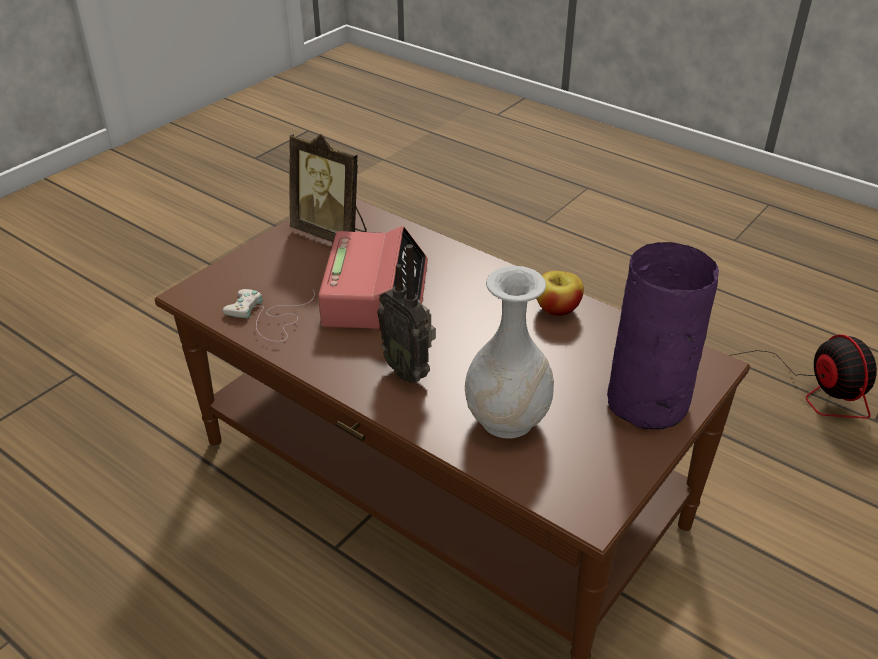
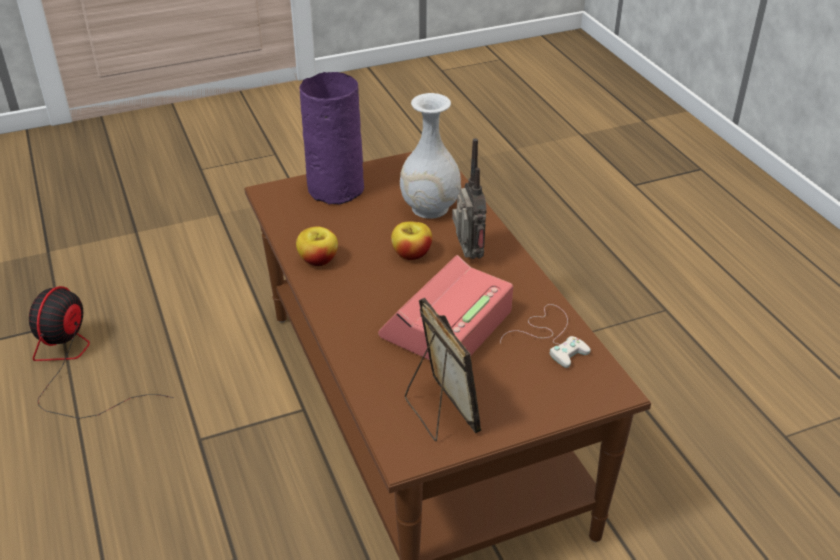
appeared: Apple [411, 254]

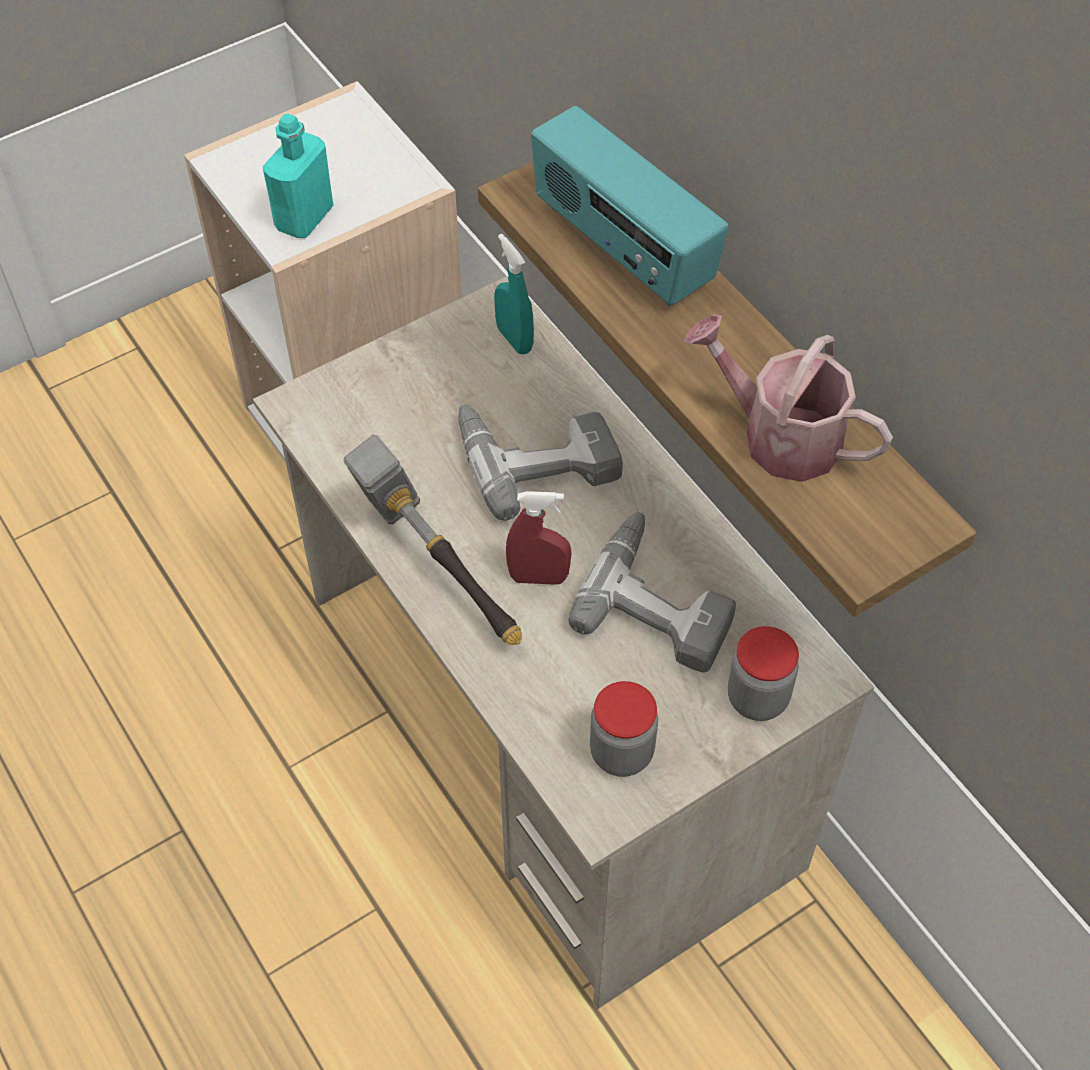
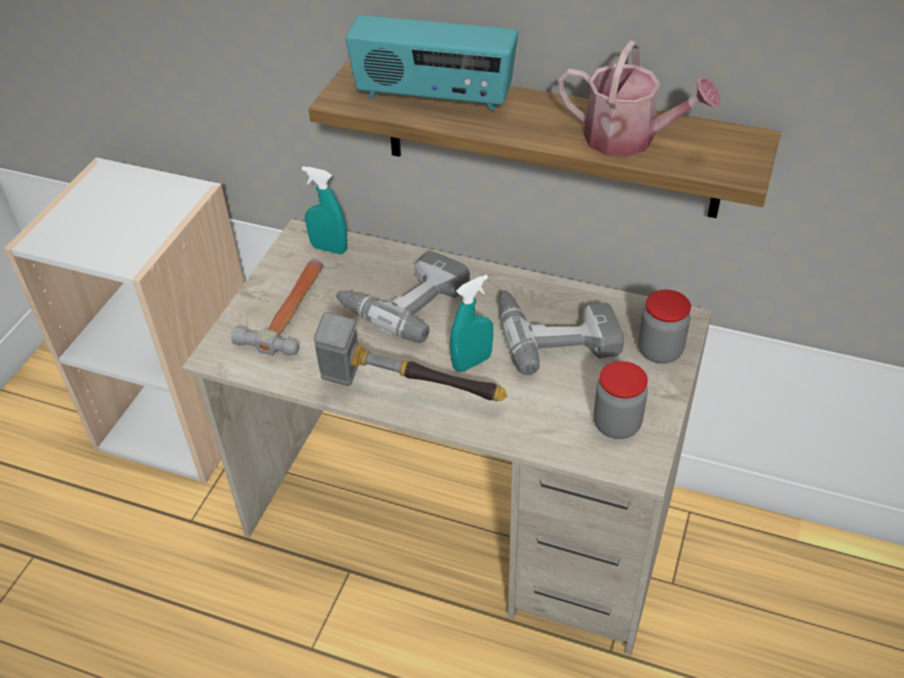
missing: TurquoiseBottle [304, 218]
appeared: Hammer [291, 310]
colour: RedSprayBottle [538, 577] to TurquoiseSprayBottle [472, 362]
spun: WateringCan [779, 436] = [629, 139] 150 degrees counterclockwise

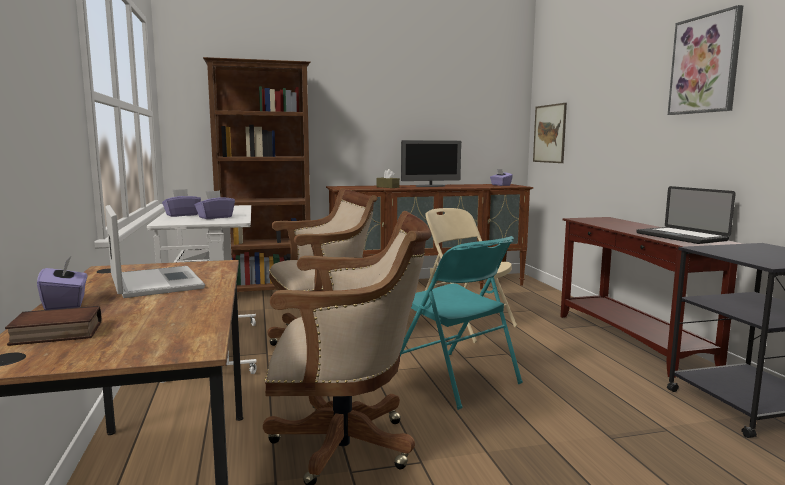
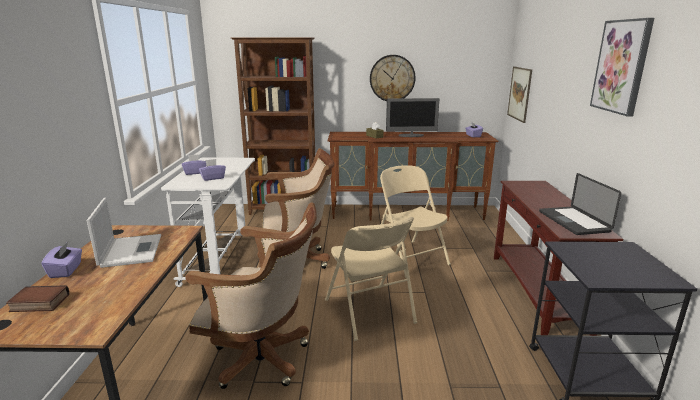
appeared: WallClock [392, 78]
colour: TurquoiseChair [453, 378] to BeigeChair [368, 311]

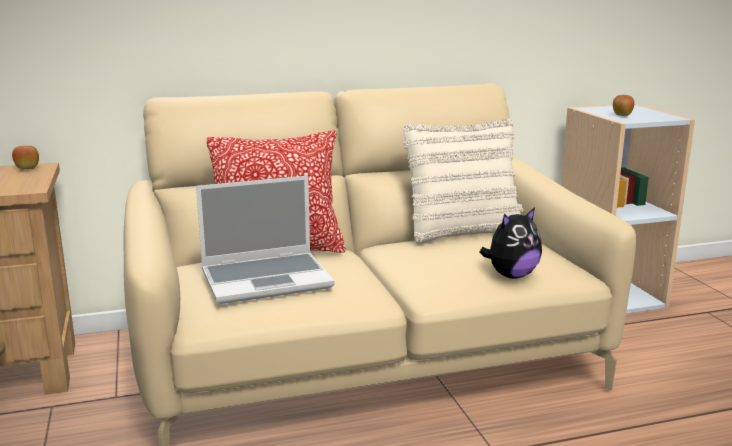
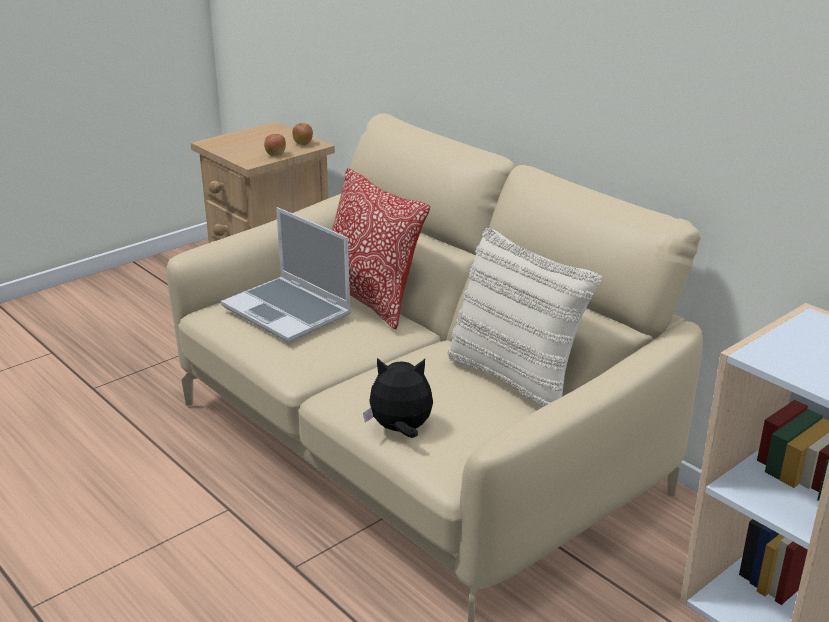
relocated: Apple [622, 115] to [275, 155]
spun: PlushToy [511, 275] = [401, 430] 150 degrees clockwise

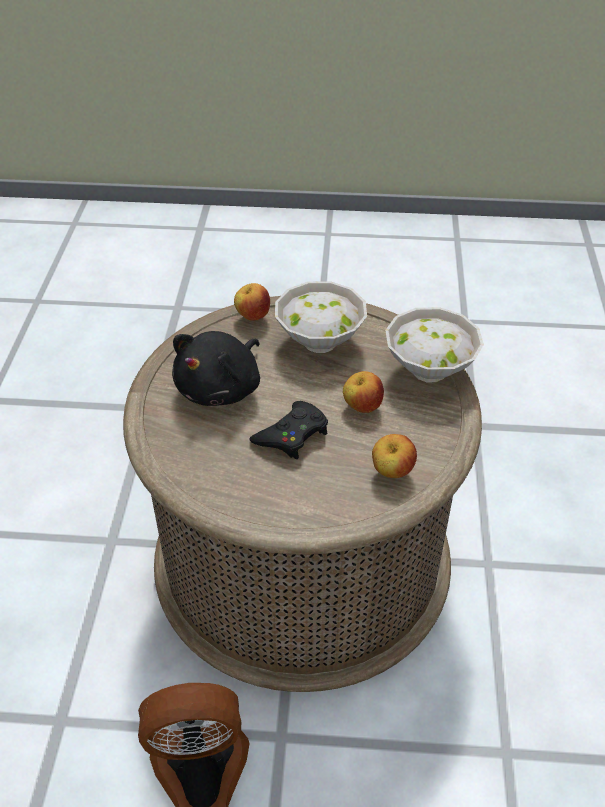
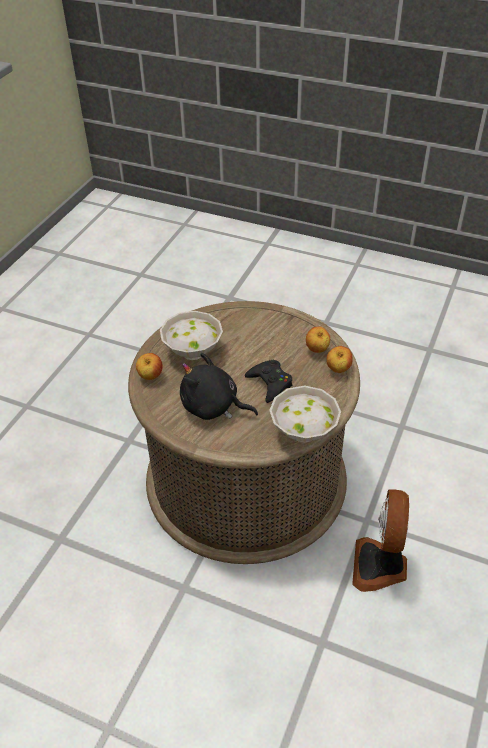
relocated: Apple [362, 407] to [338, 370]; WhiteBowl [429, 369] to [302, 432]
spun: BlackPlushToy [221, 388] = [213, 407] 150 degrees clockwise

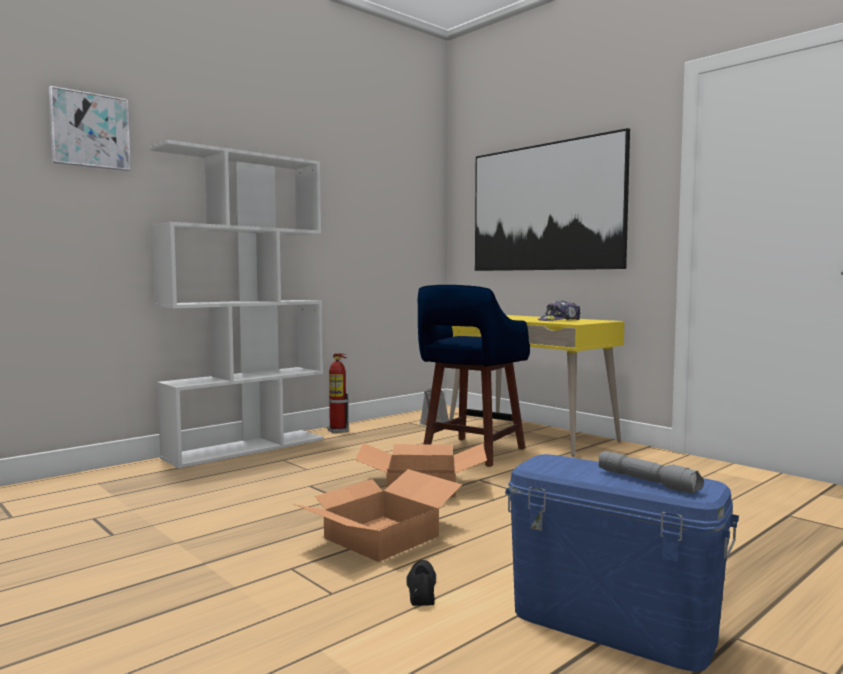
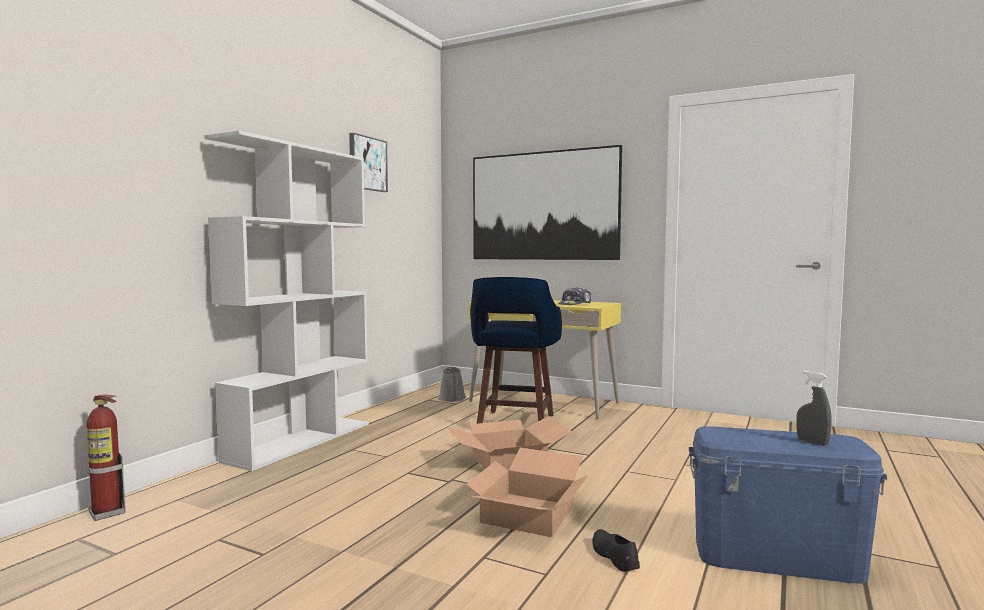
relocated: Picture [89, 130] to [367, 163]; FireExtinguisher [338, 431] to [107, 513]
exchanged: GreyFlashlight [648, 482] to GreySprayBottle [812, 442]

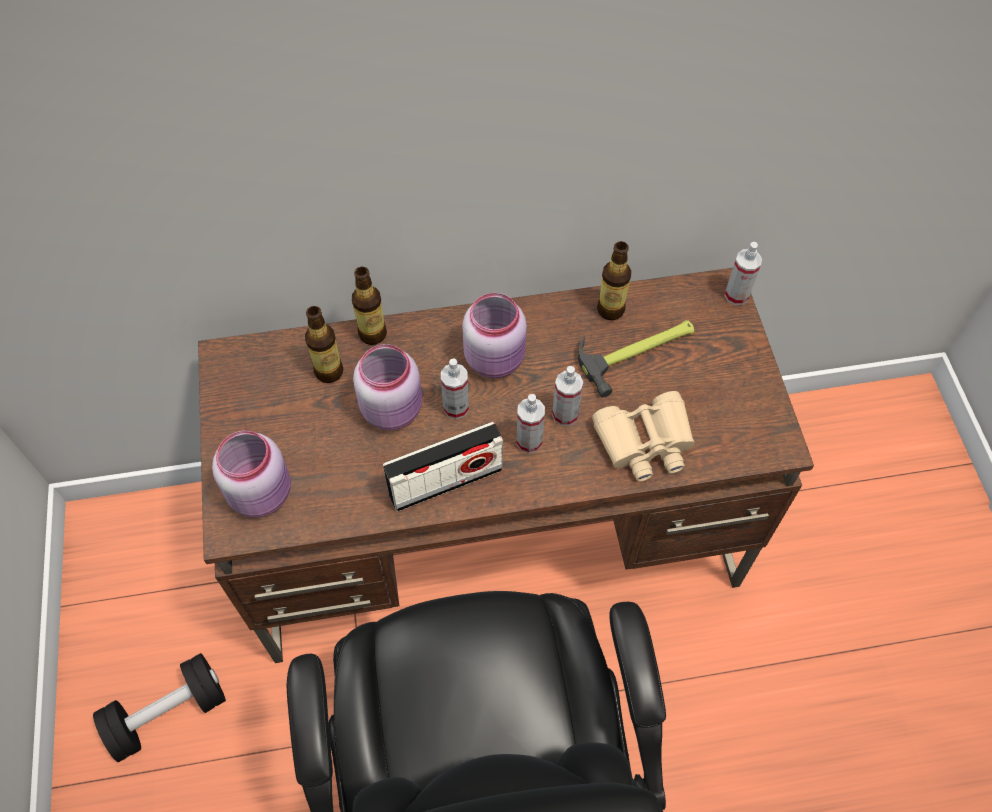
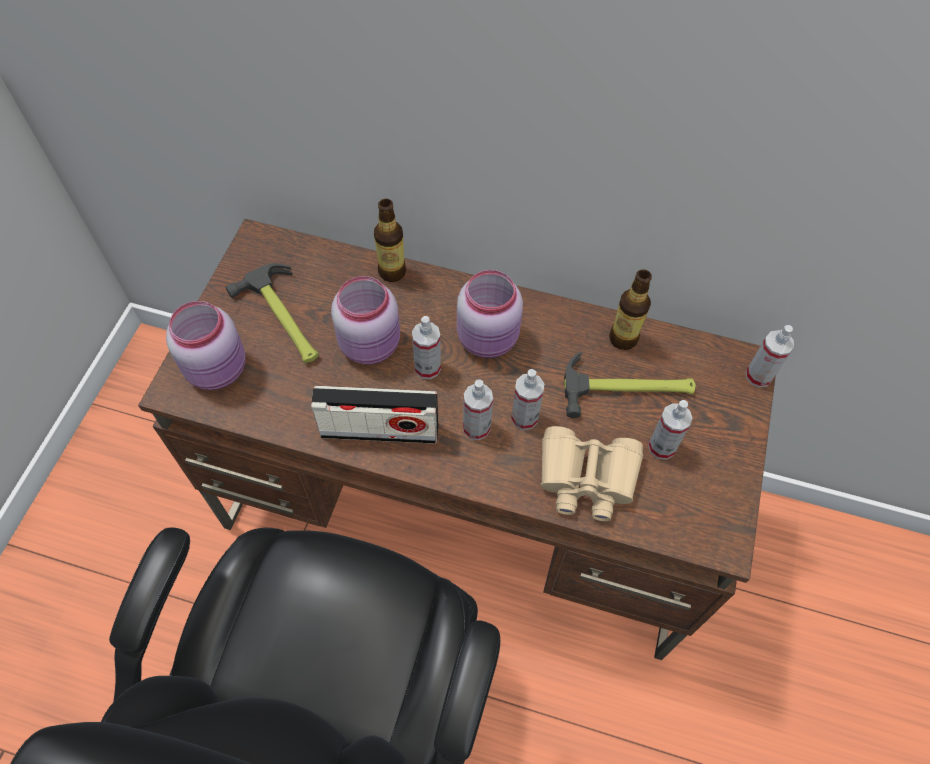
missing: BlackDumbbell [168, 713]; Bottle [329, 371]
appeared: Hammer [283, 319]; SprayBottle [662, 447]

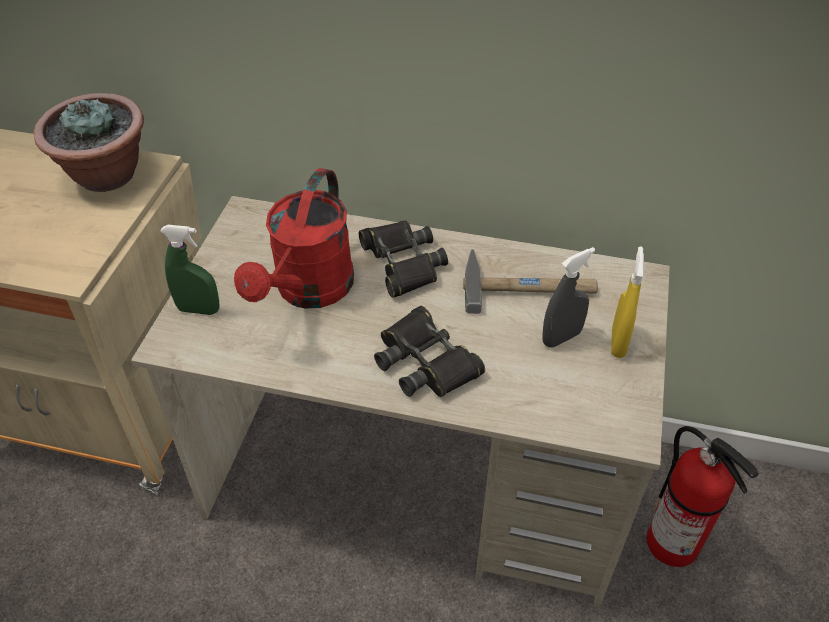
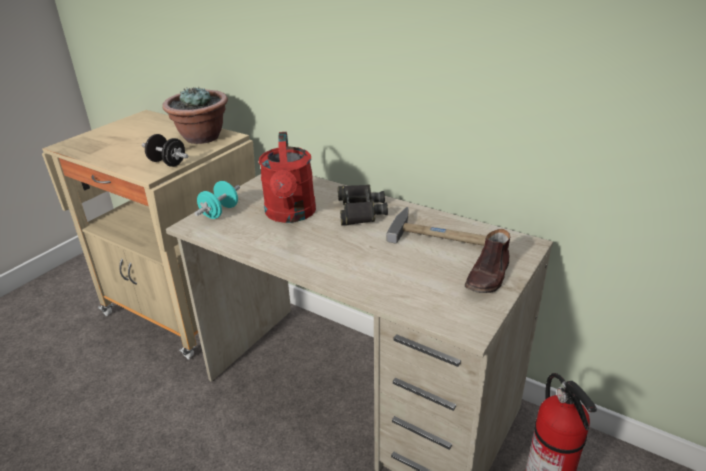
missing: BlackBinoculars [425, 362]; GreySprayBottle [561, 337]
appeared: BlackDumbbell [167, 163]
exchanged: GreenSprayBottle [198, 309] to TurquoiseDumbbell [219, 212]; YellowSprayBottle [618, 343] to BrownShoe [488, 276]
spun: RedWateringCan [308, 291] = [291, 215] 45 degrees counterclockwise

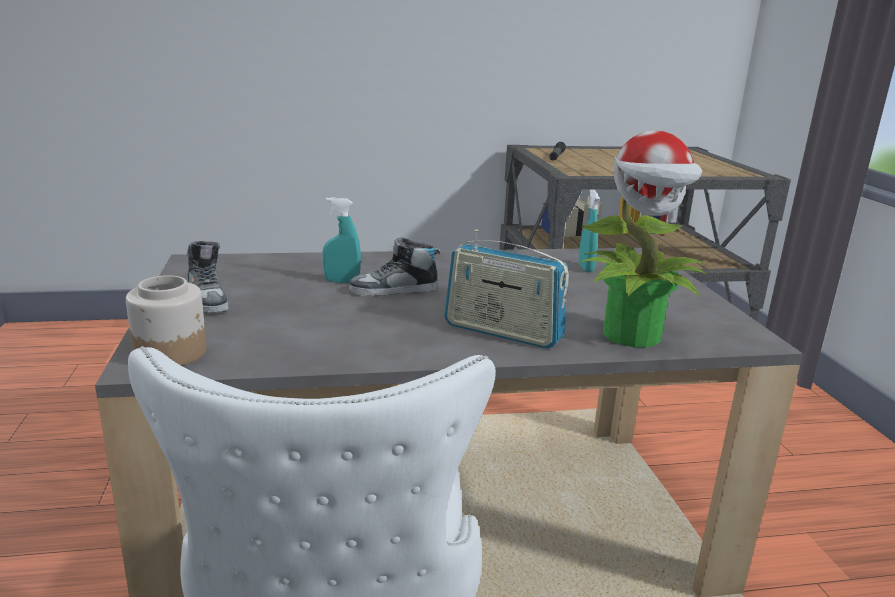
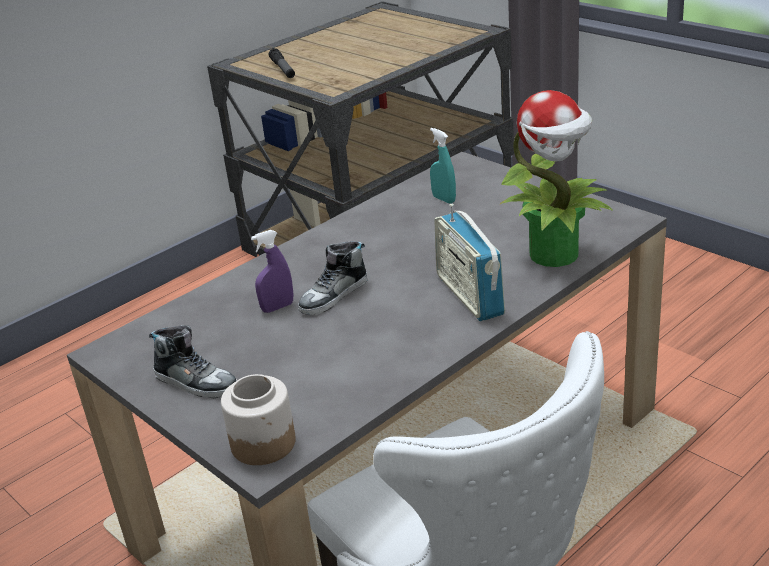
colour: TurquoiseSprayBottle [341, 281] to PurpleSprayBottle [277, 307]
spun: Radio [502, 332] = [469, 295] 75 degrees clockwise

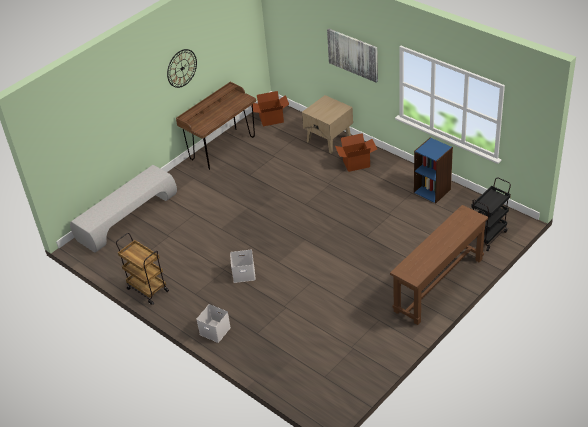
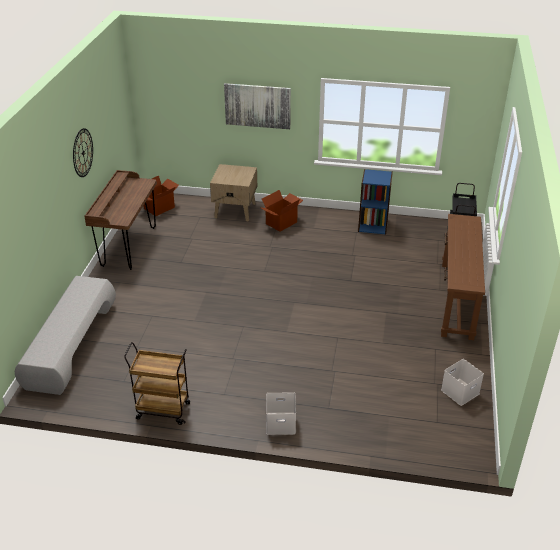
relocated: WhiteStorageBox [243, 274] to [460, 392]

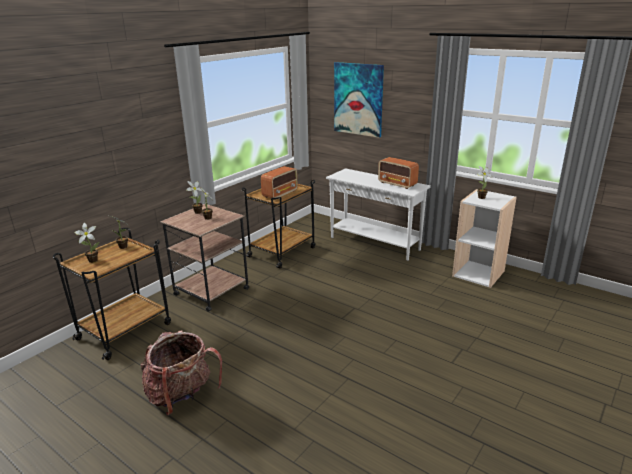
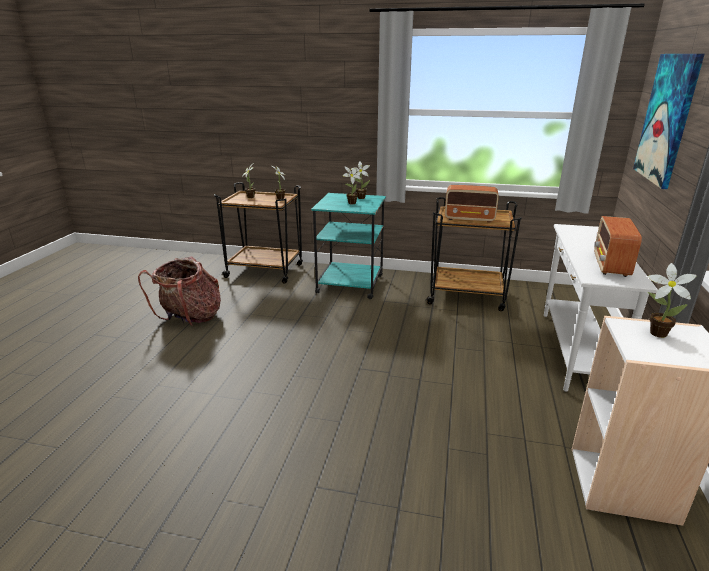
colour: BrownCart [212, 291] to TurquoiseCart [351, 284]

